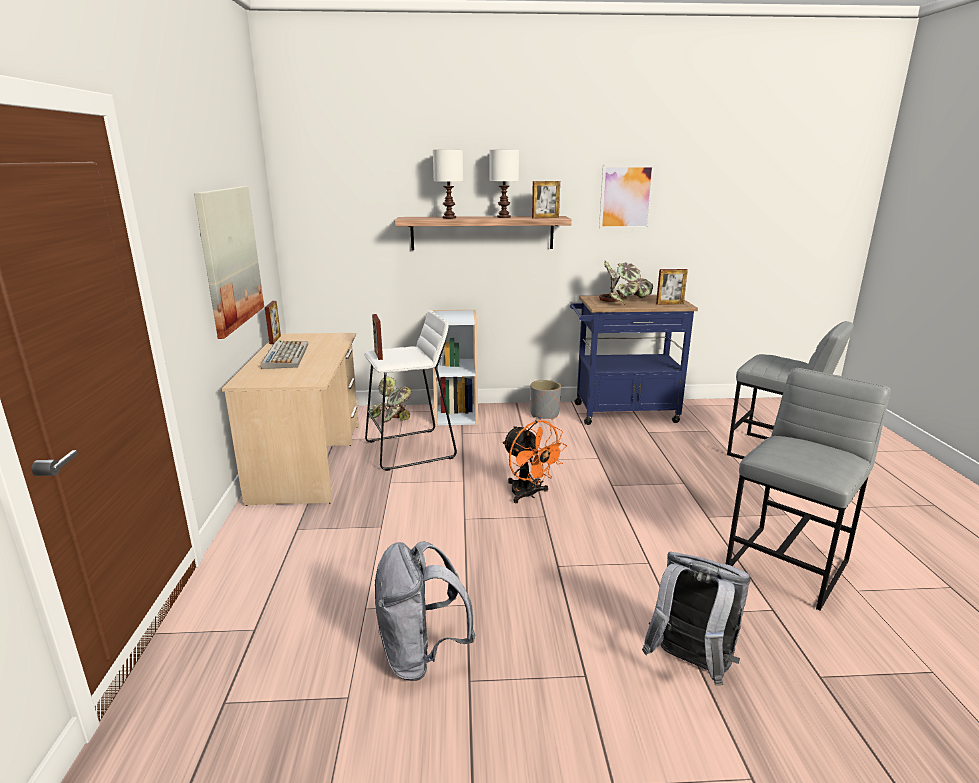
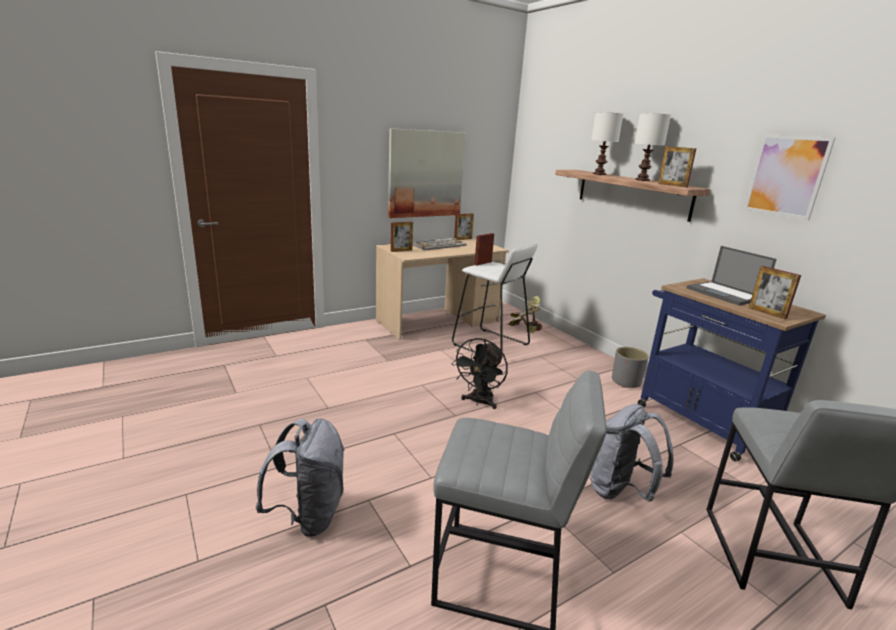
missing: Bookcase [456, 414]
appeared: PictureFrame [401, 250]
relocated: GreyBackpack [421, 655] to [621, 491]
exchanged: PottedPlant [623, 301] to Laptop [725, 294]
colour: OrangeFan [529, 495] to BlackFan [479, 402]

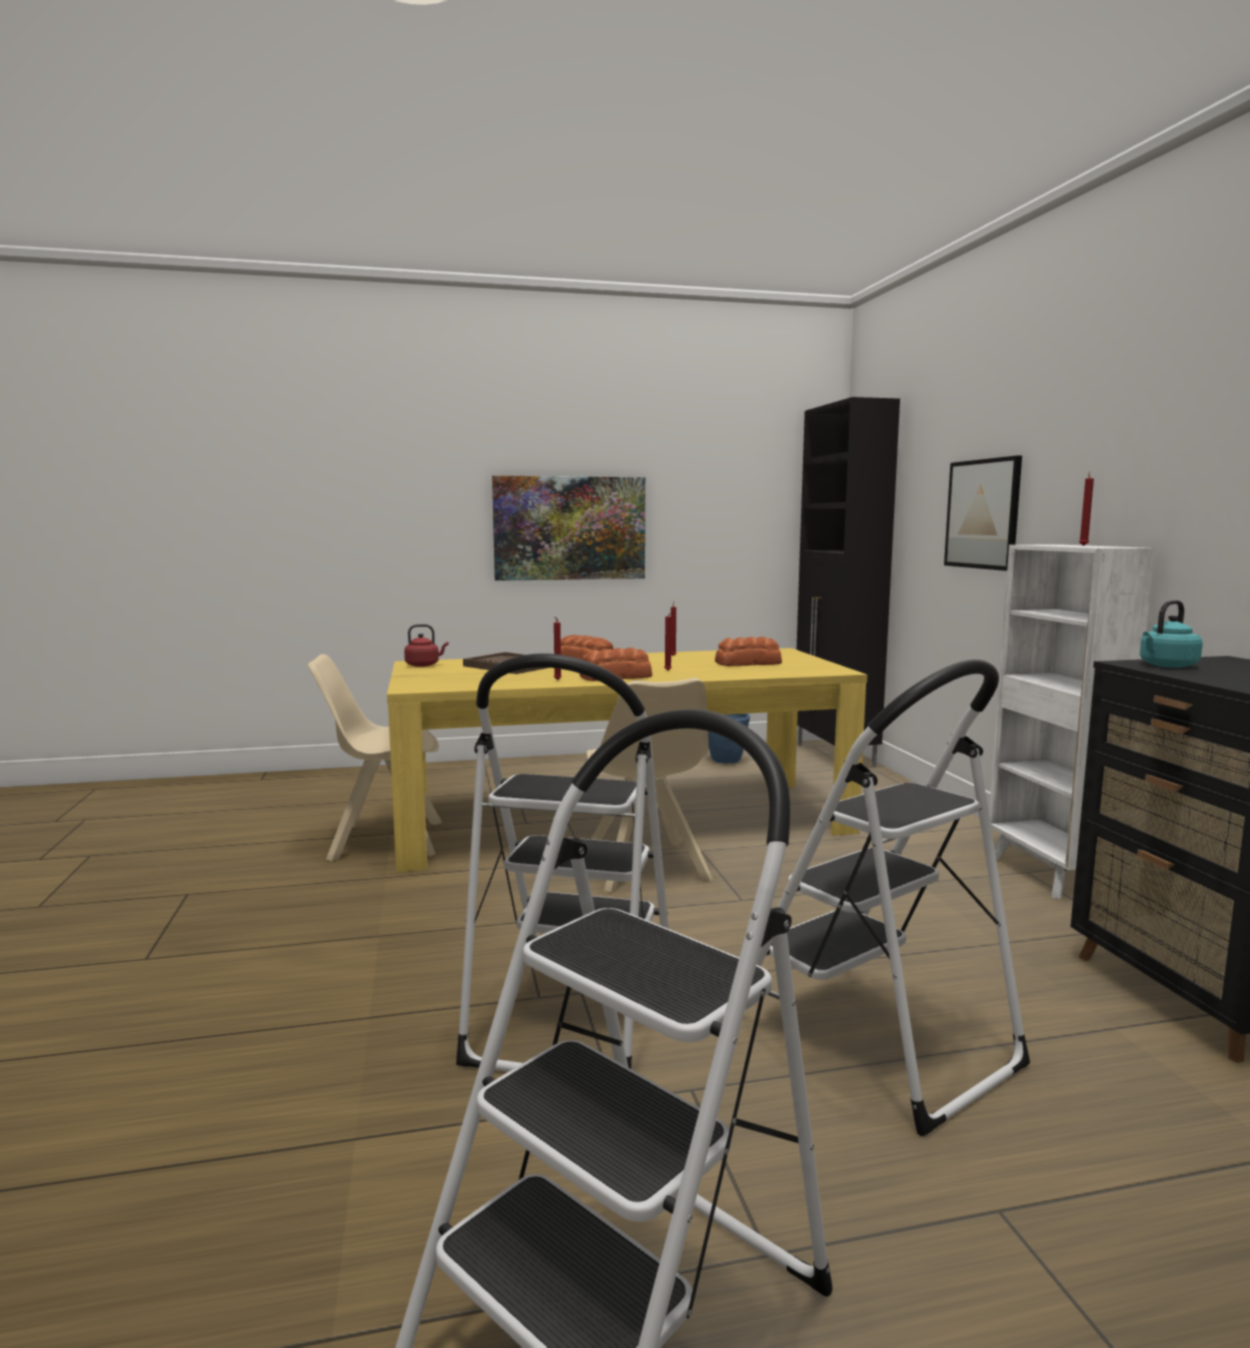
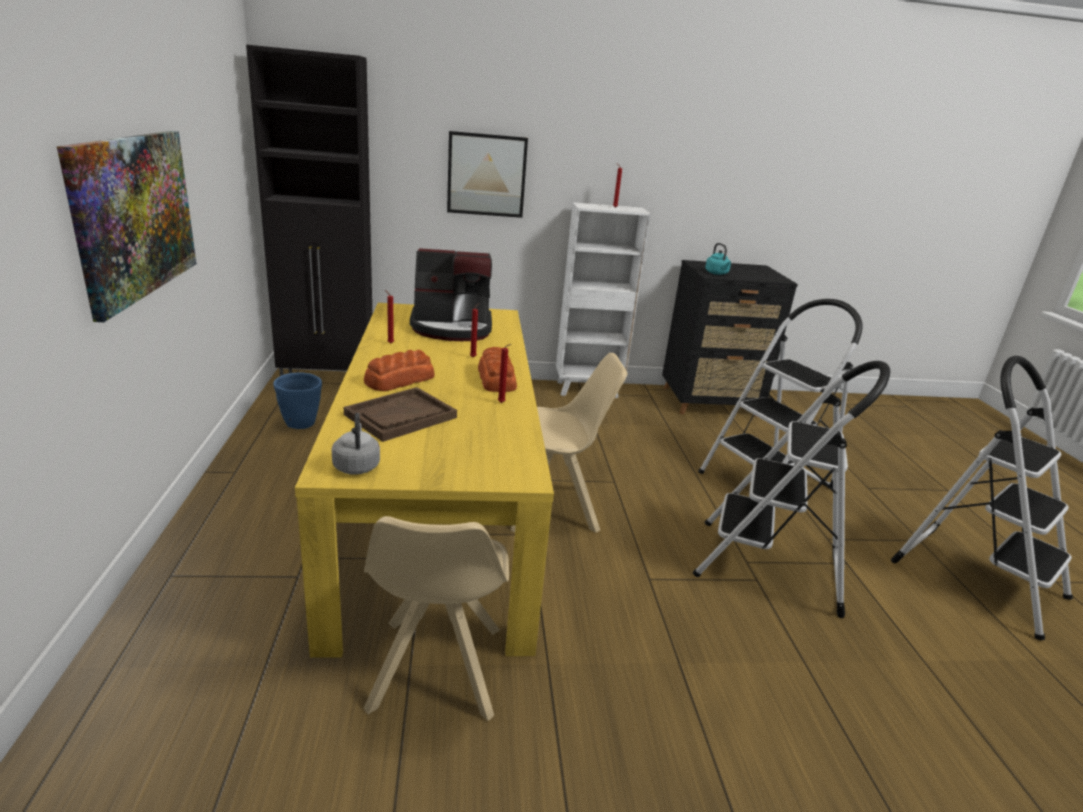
exchanged: Bread [749, 663] to CoffeeMachine [452, 328]
colour: RedKettle [424, 665] to GreyKettle [356, 465]

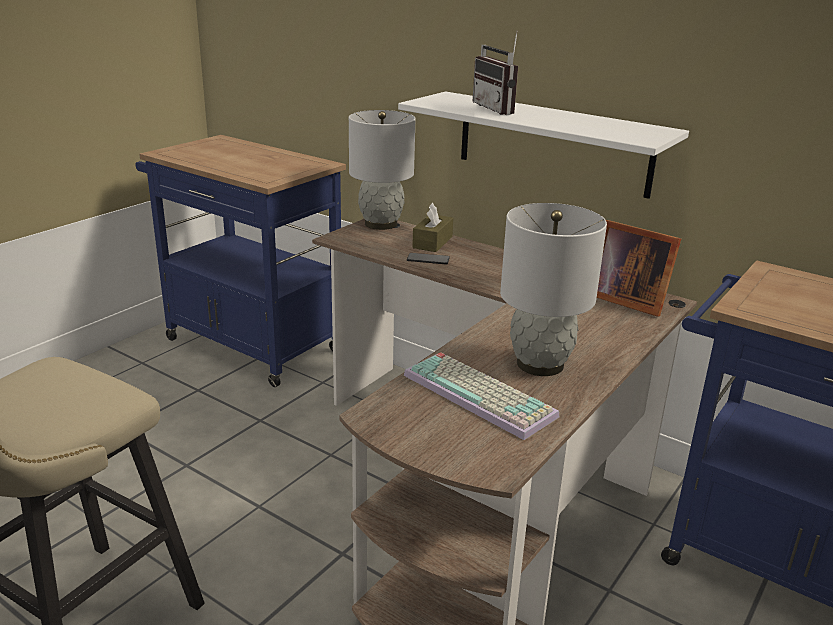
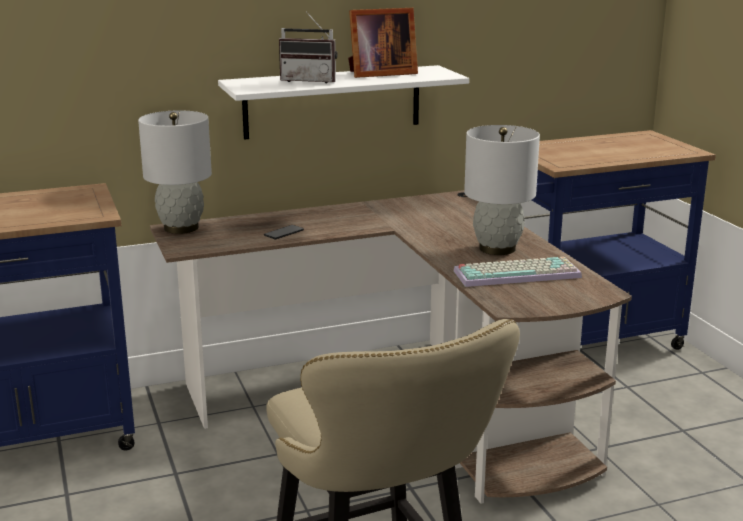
missing: BrownTissueBox [432, 242]
relocated: PictureFrame [626, 299] to [379, 74]

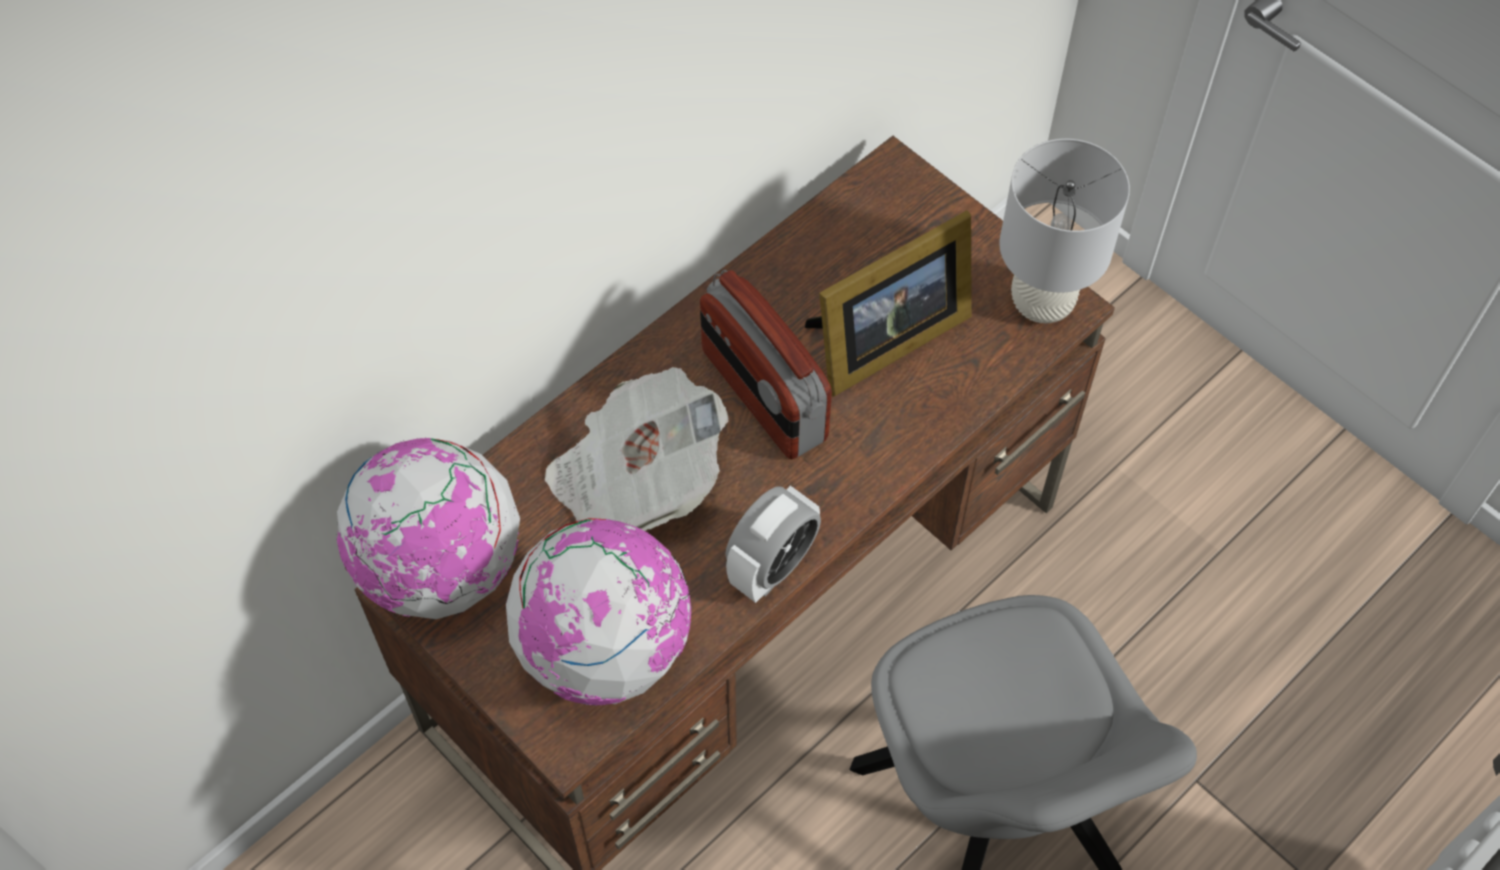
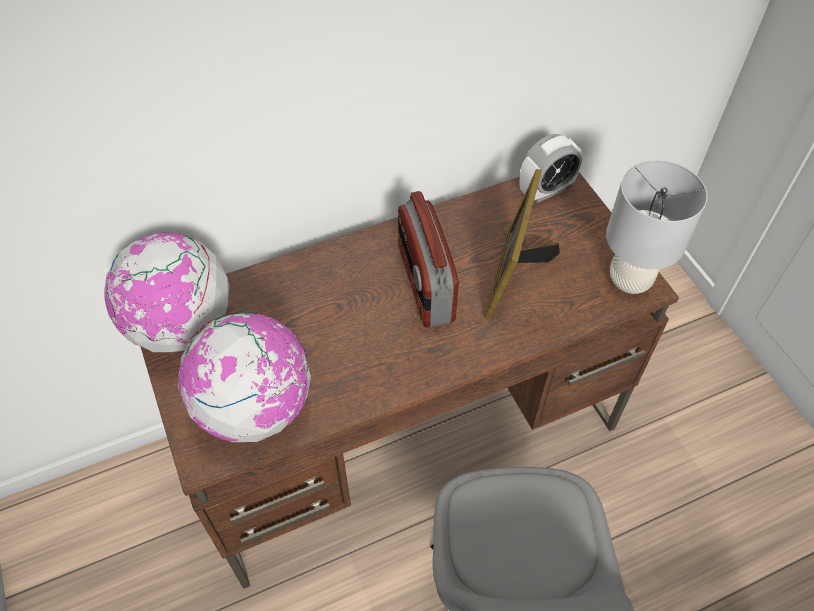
missing: Newspaper [636, 480]
relocated: AlarmClock [772, 567] to [546, 191]
spun: PictureFrame [882, 341] = [515, 274] 120 degrees clockwise

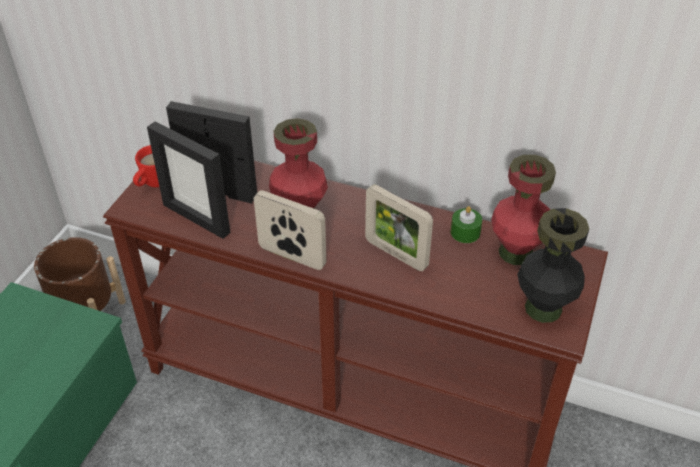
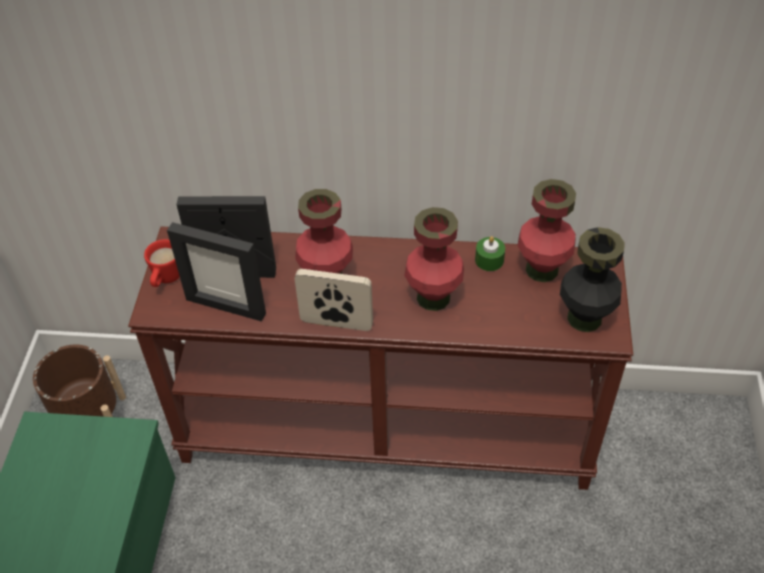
exchanged: PictureFrame [396, 254] to RedVase [433, 297]

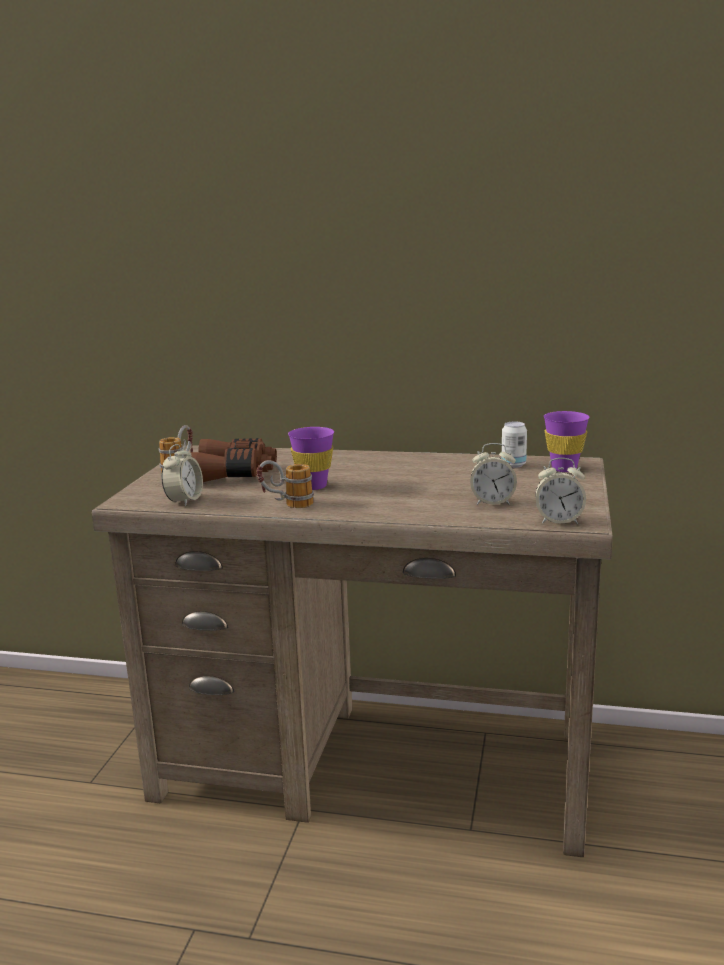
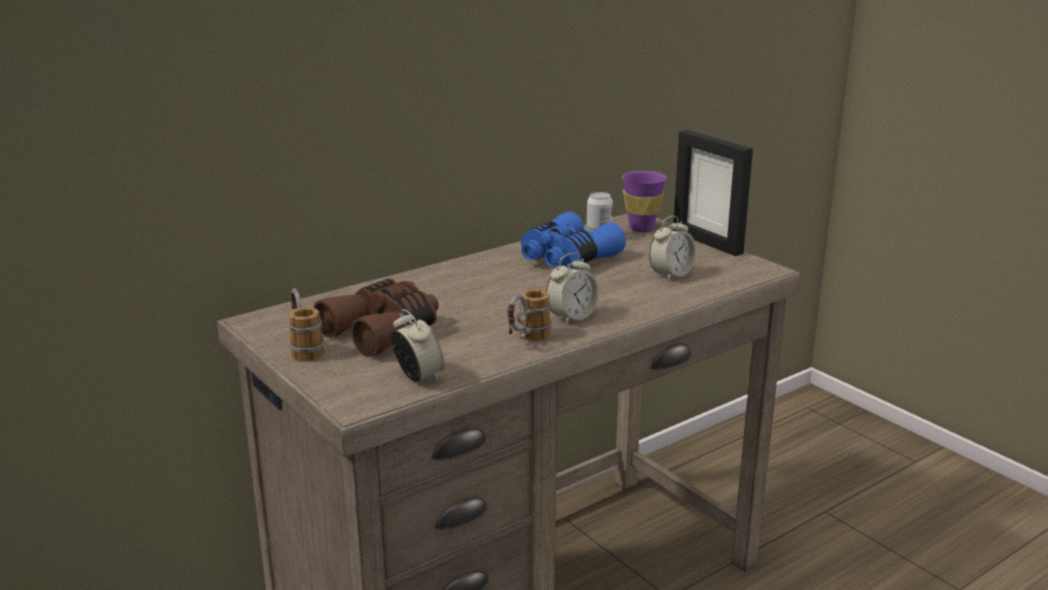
missing: PurpleCup [314, 486]
appeared: BlueBinoculars [566, 258]; PictureFrame [708, 242]
relocated: AlarmClock [559, 521] to [571, 317]

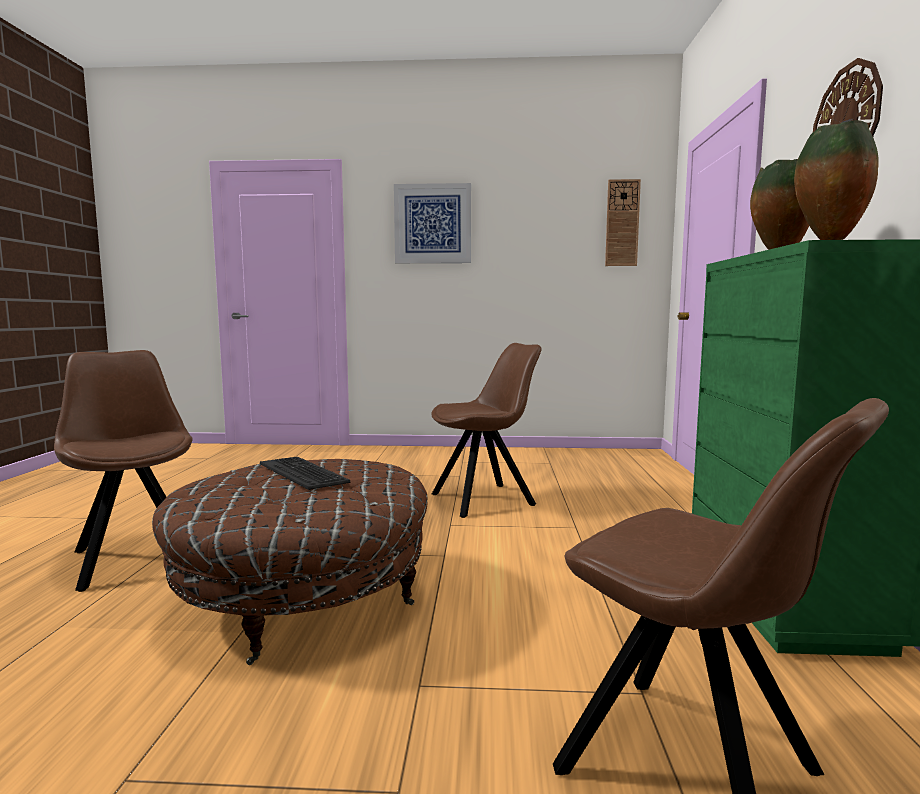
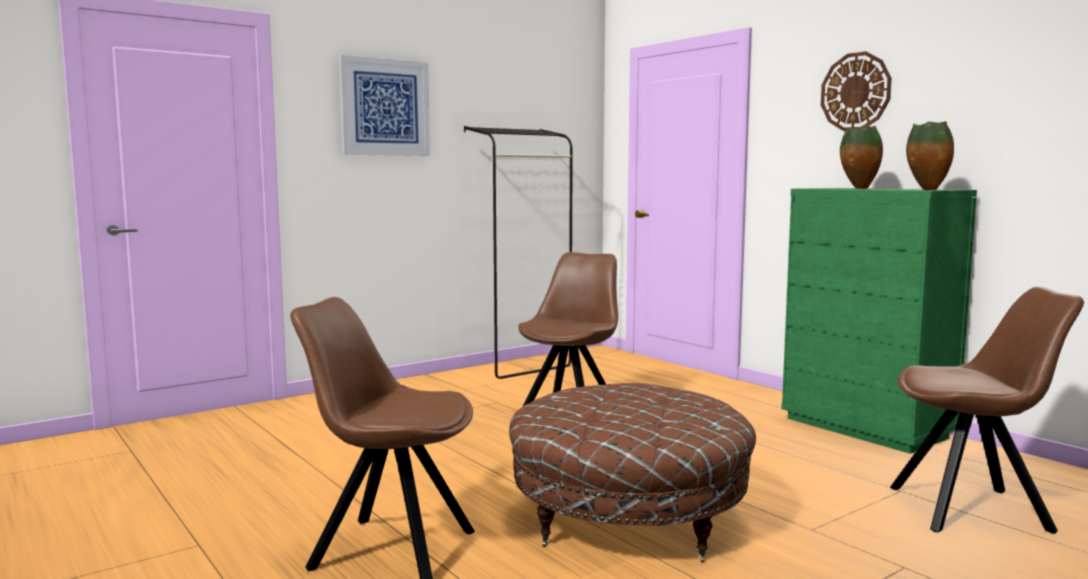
missing: Keyboard [303, 473]; WallClock [622, 223]
appeared: BlackClothesRack [520, 367]

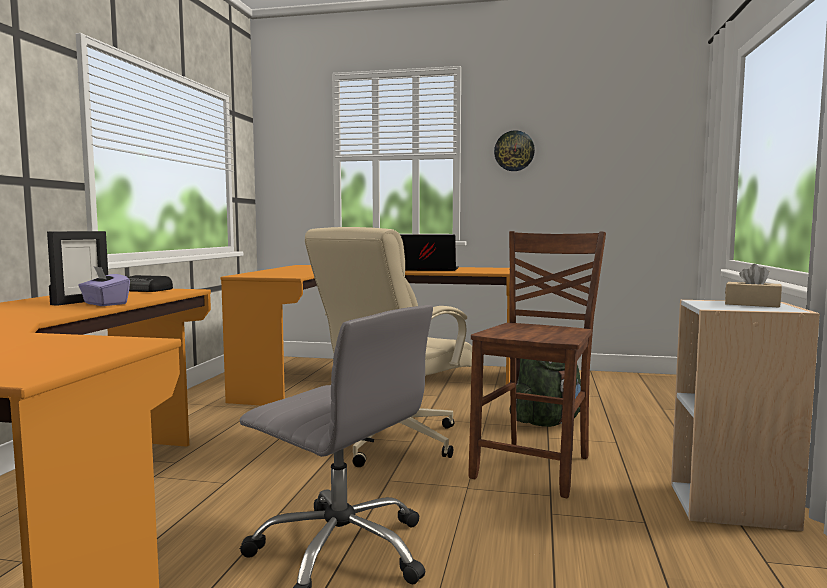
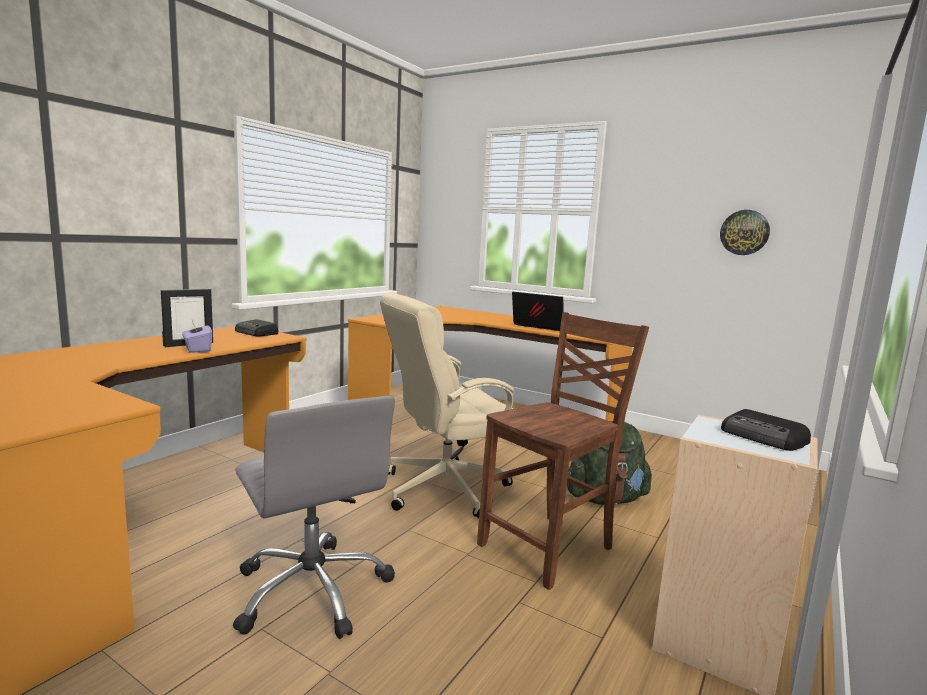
relocated: WallClock [514, 151] to [744, 232]
exchanged: BeigeTissueBox [752, 304] to Radio [764, 437]

